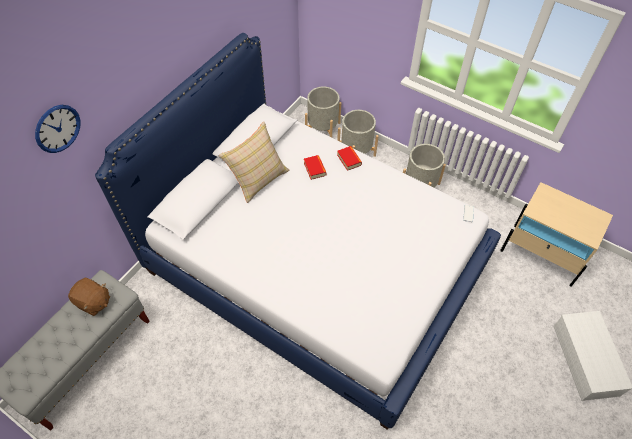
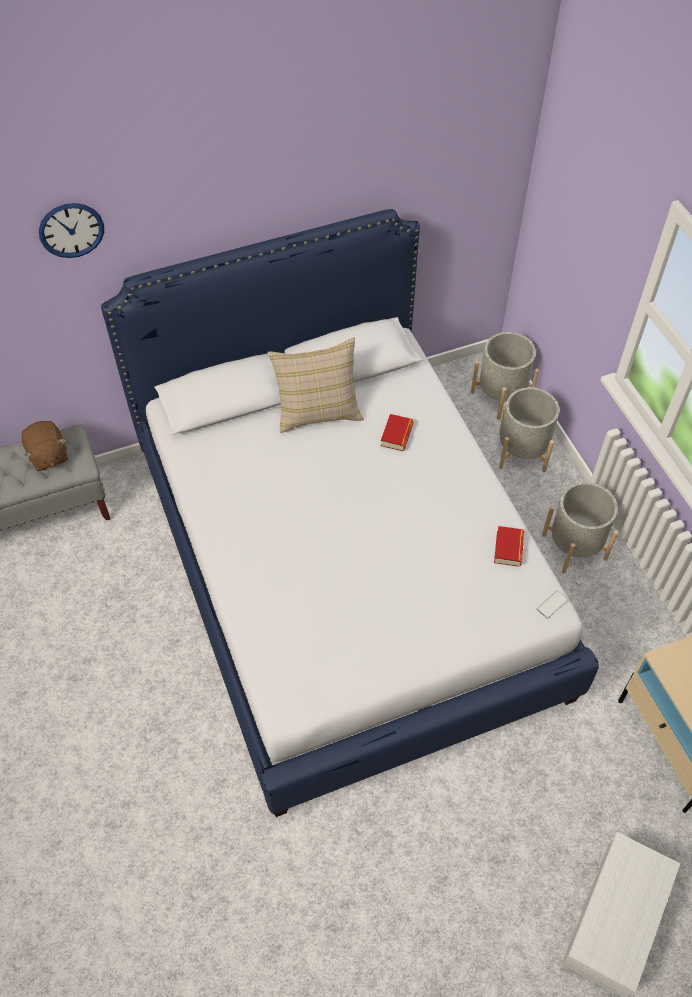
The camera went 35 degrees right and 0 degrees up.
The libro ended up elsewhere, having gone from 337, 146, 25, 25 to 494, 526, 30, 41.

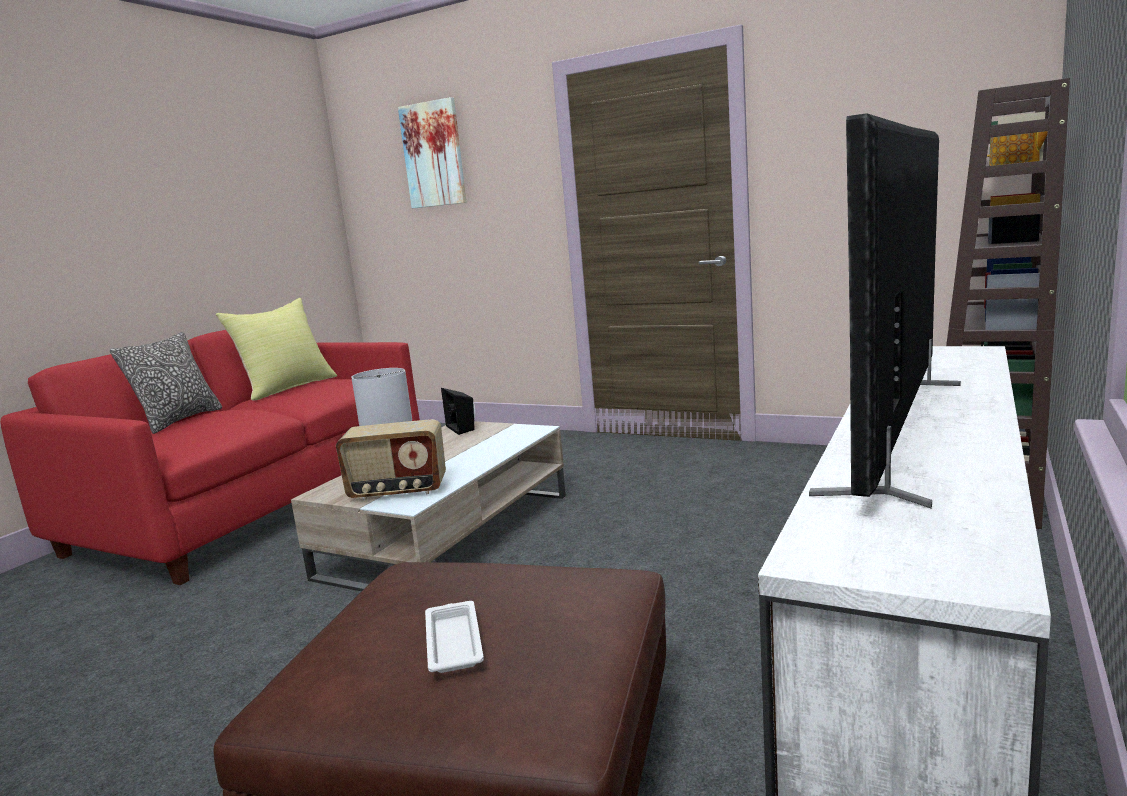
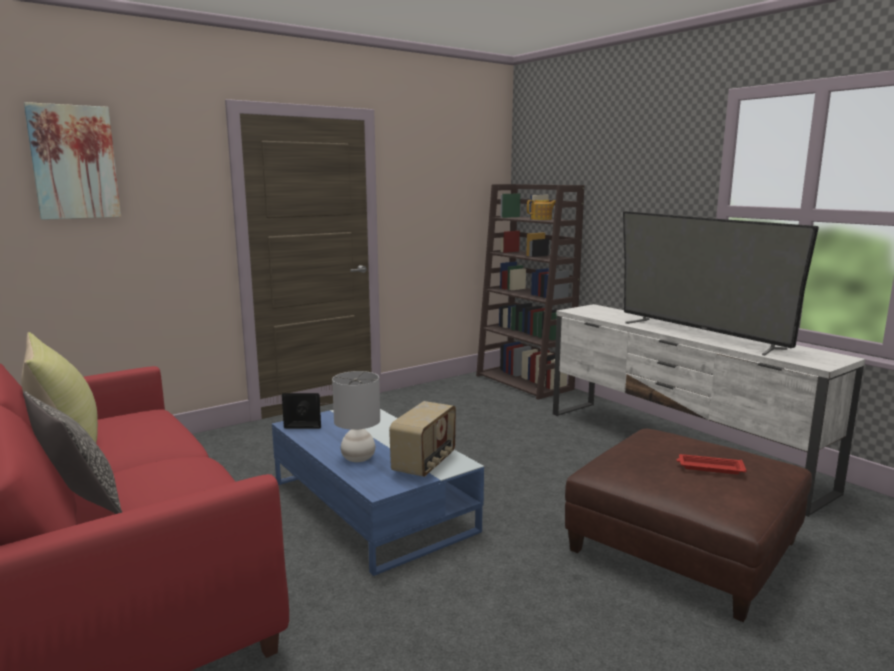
The camera went 65 degrees left and 0 degrees up.
What was the mesa de centro/beis at 291, 421, 275, 170 turned into the mesa de centro/azul at 272, 409, 212, 167.
What was the bandeja/blanco at 425, 601, 59, 72 turned into the bandeja/rojo at 676, 454, 71, 20.

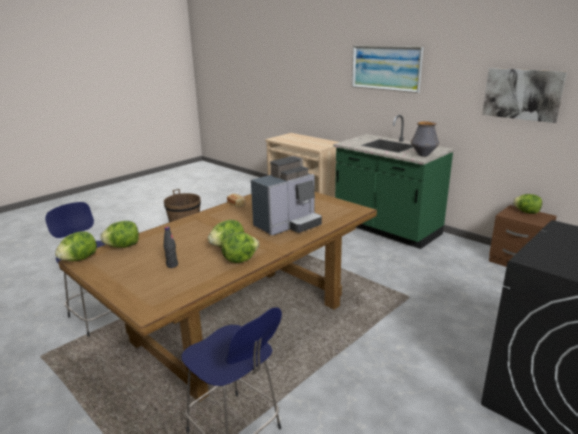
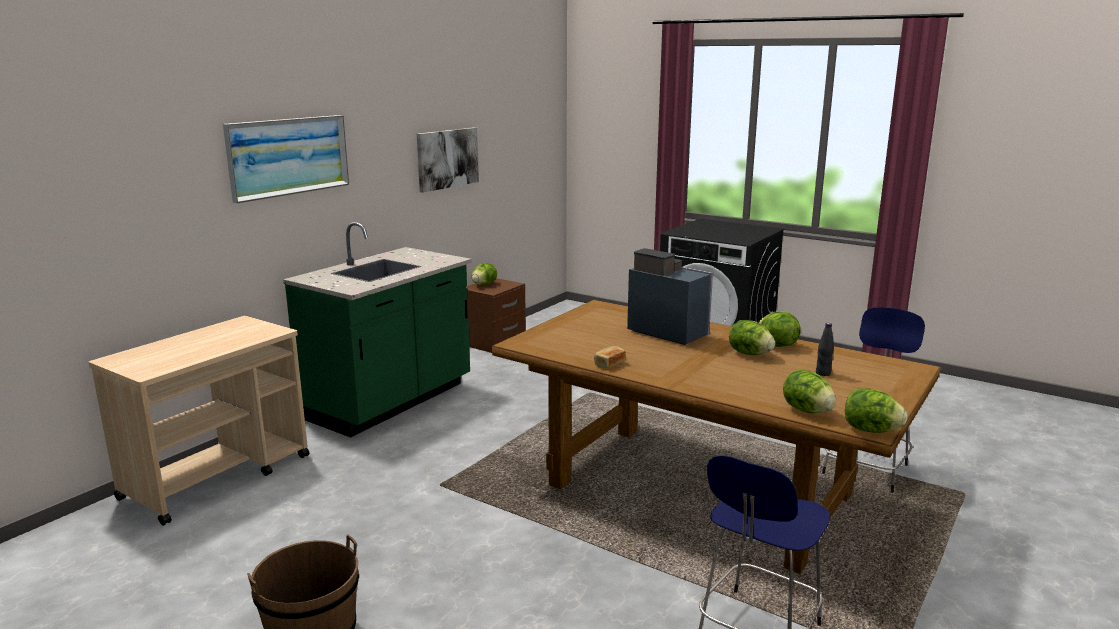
The camera went 100 degrees left and 5 degrees down.
The second view lost the florero at 411, 122, 28, 35.

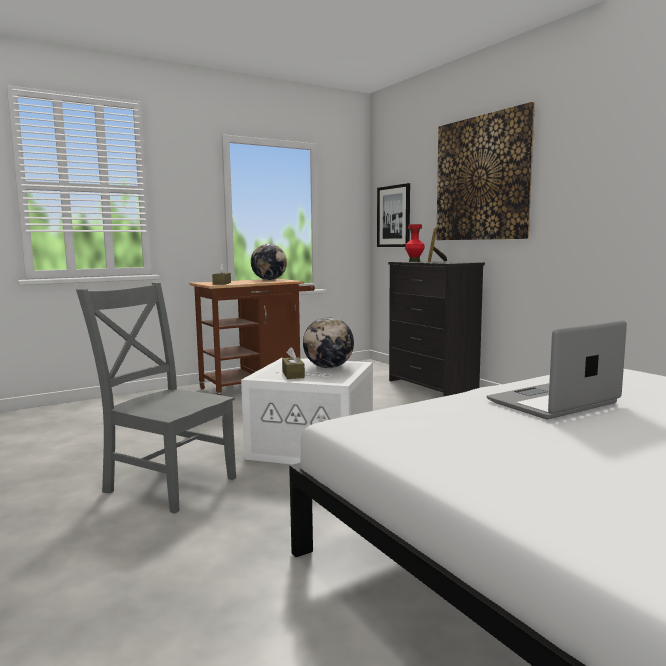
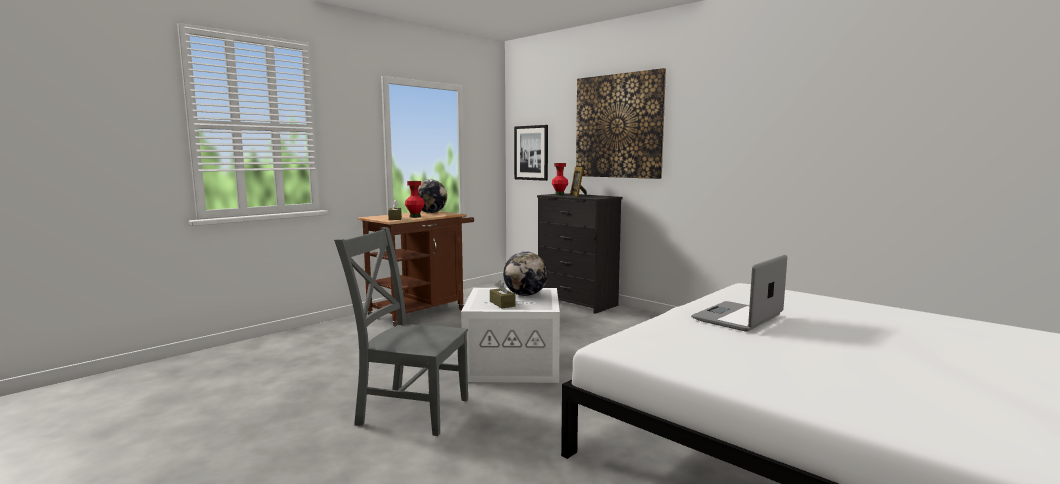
The camera went 15 degrees left and 0 degrees up.
The second view gained the florero/rojo at 405, 181, 20, 37.

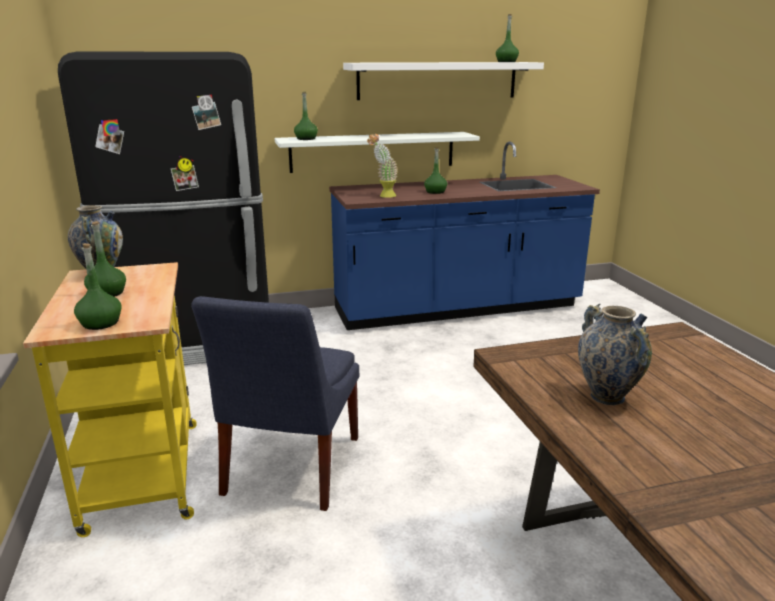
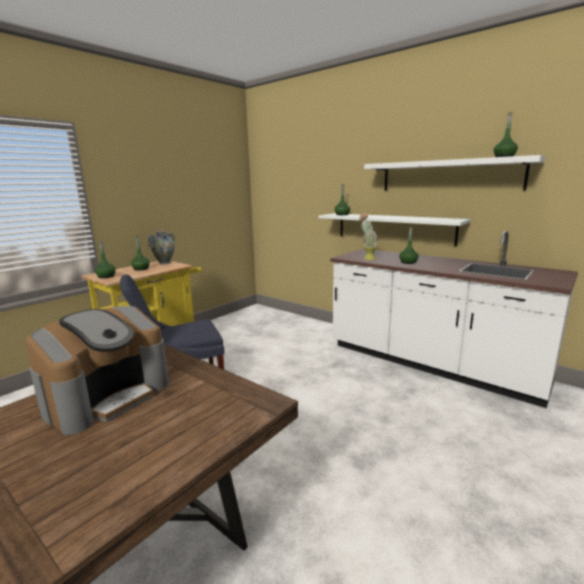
The camera went 55 degrees right and 5 degrees down.
The second view lost the nevera/negro at 58, 52, 211, 313.
What was the mueble bajo de cocina/azul at 329, 141, 271, 189 turned into the mueble bajo de cocina/blanco at 330, 231, 248, 177.
Where the florero stood at 578, 304, 74, 101, the cafetera came to stand at 25, 306, 144, 129.

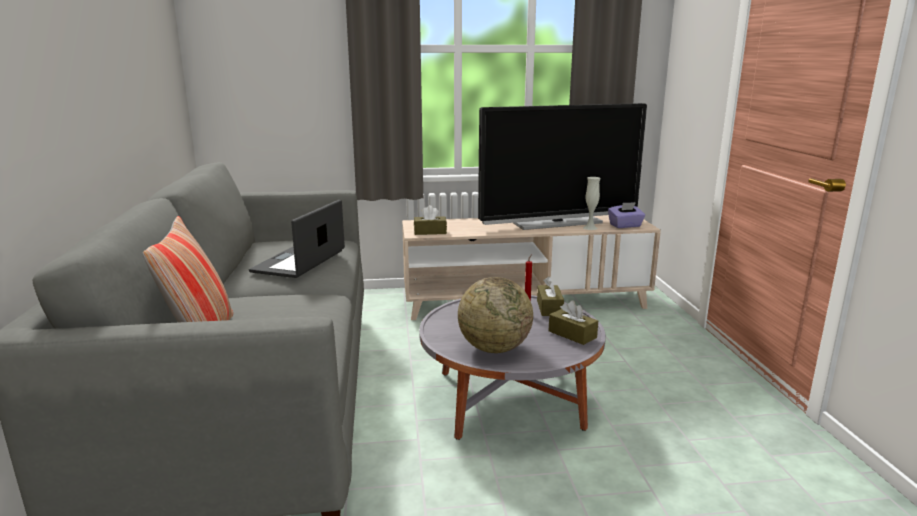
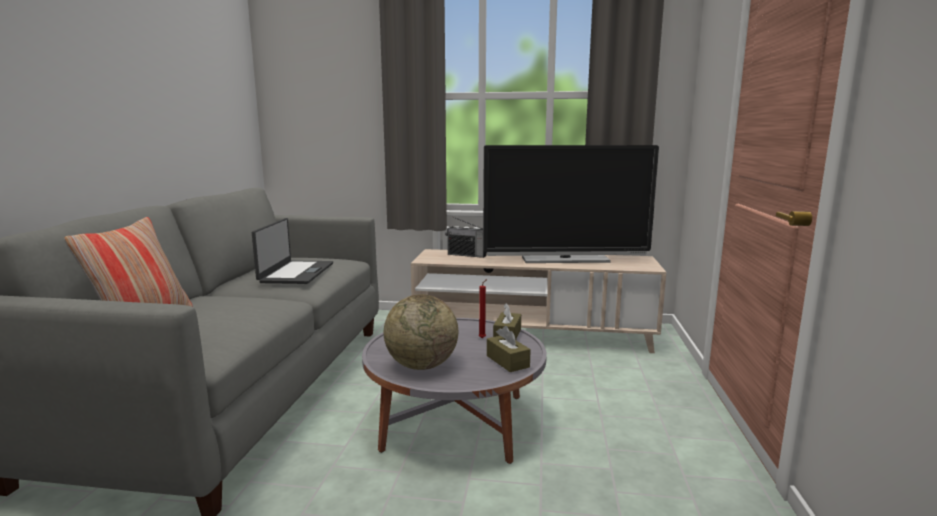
The camera went 15 degrees right and 5 degrees down.
The portátil at 249, 200, 96, 78 ended up facing another way, 150 degrees clockwise from before.
The second view lost the caja de pañuelos/marrón at 414, 205, 33, 30.
The second view lost the florero/blanco at 583, 177, 17, 53.
The second view lost the caja de pañuelos/morado at 608, 202, 37, 26.
The second view gained the radio at 445, 216, 42, 42.

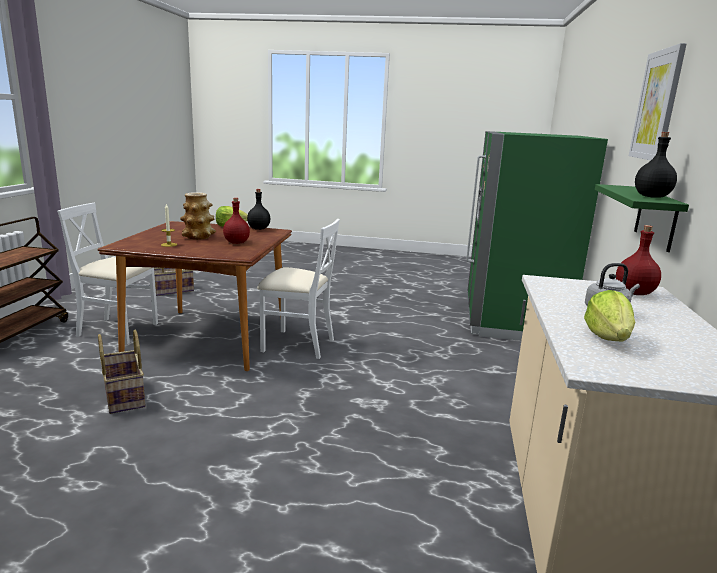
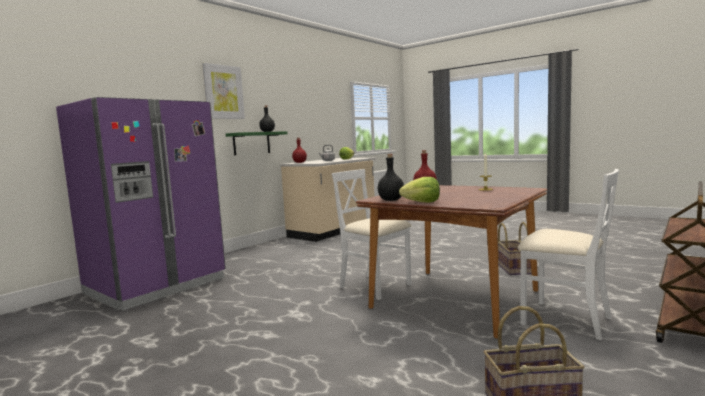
The camera went 150 degrees left and 10 degrees down.
The second view lost the florero at 180, 192, 36, 48.
What was the nevera/verde at 466, 131, 142, 210 turned into the nevera/morado at 56, 97, 170, 213.

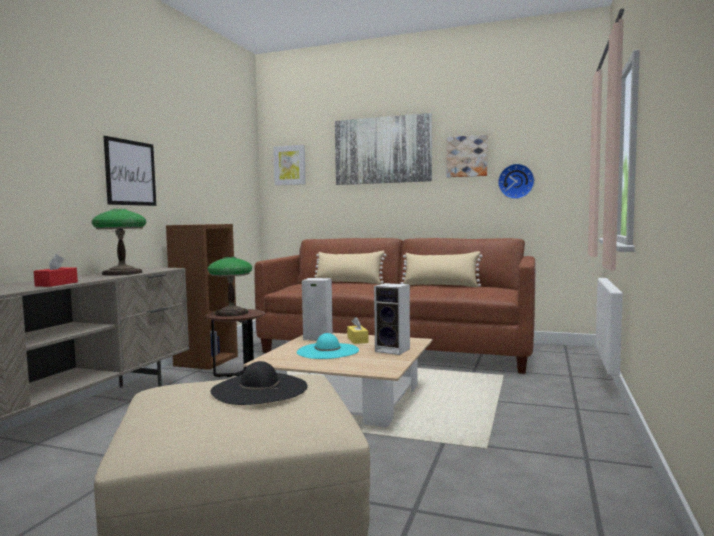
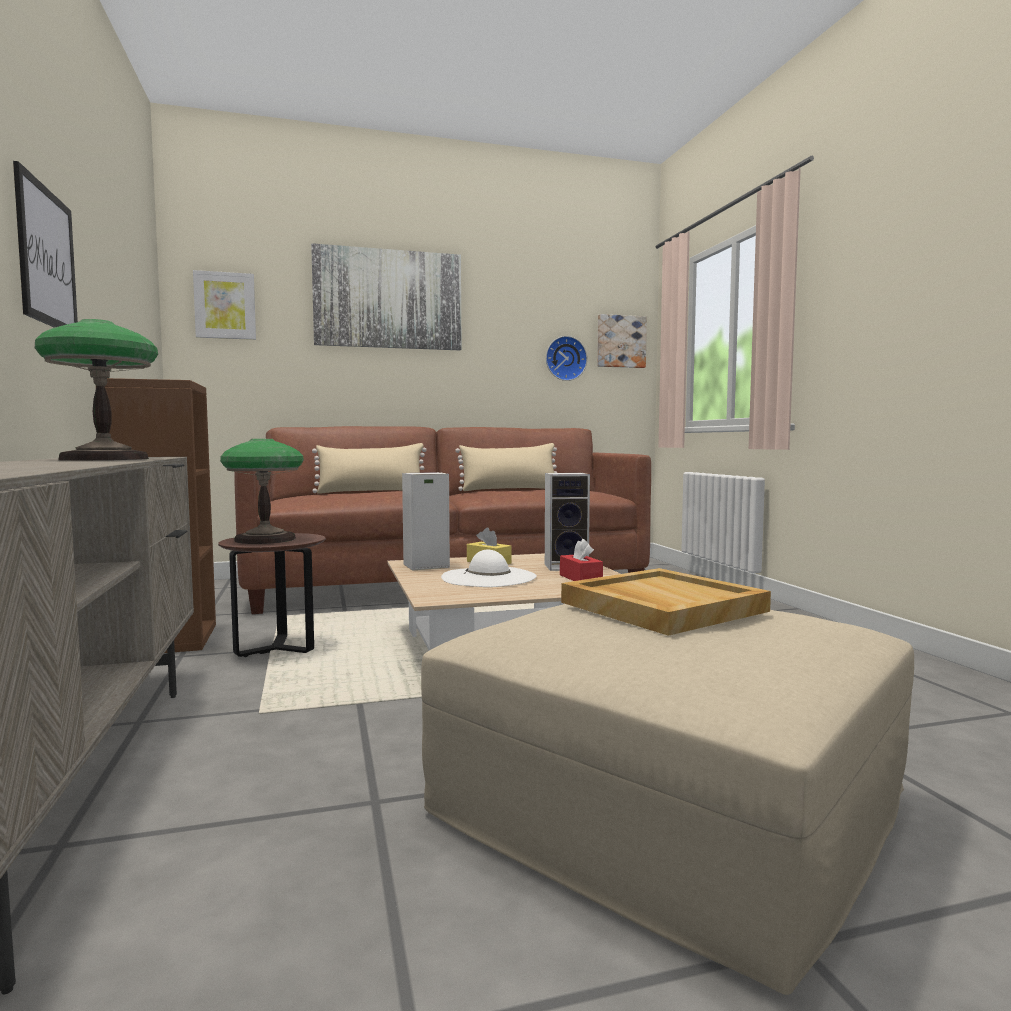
The camera went 35 degrees left and 0 degrees up.
The caja de pañuelos/rojo ended up elsewhere, having gone from 34, 254, 44, 33 to 560, 539, 43, 42.
Where the sombrero/negro stood at 211, 361, 97, 44, the bandeja/beis came to stand at 561, 568, 210, 68.
What was the sombrero/turquesa at 297, 333, 62, 26 turned into the sombrero/blanco at 441, 550, 96, 37.
The cuadro ended up elsewhere, having gone from 447, 134, 41, 43 to 597, 314, 50, 54.

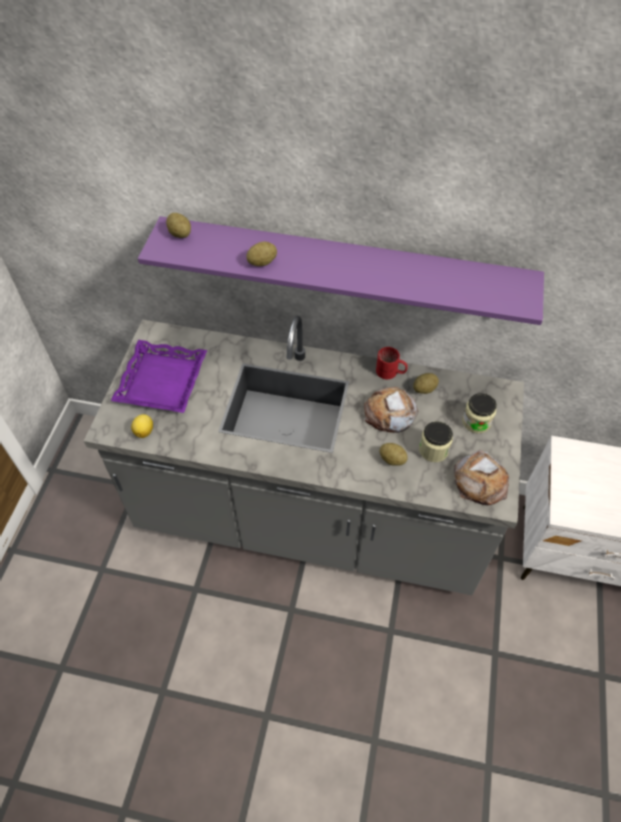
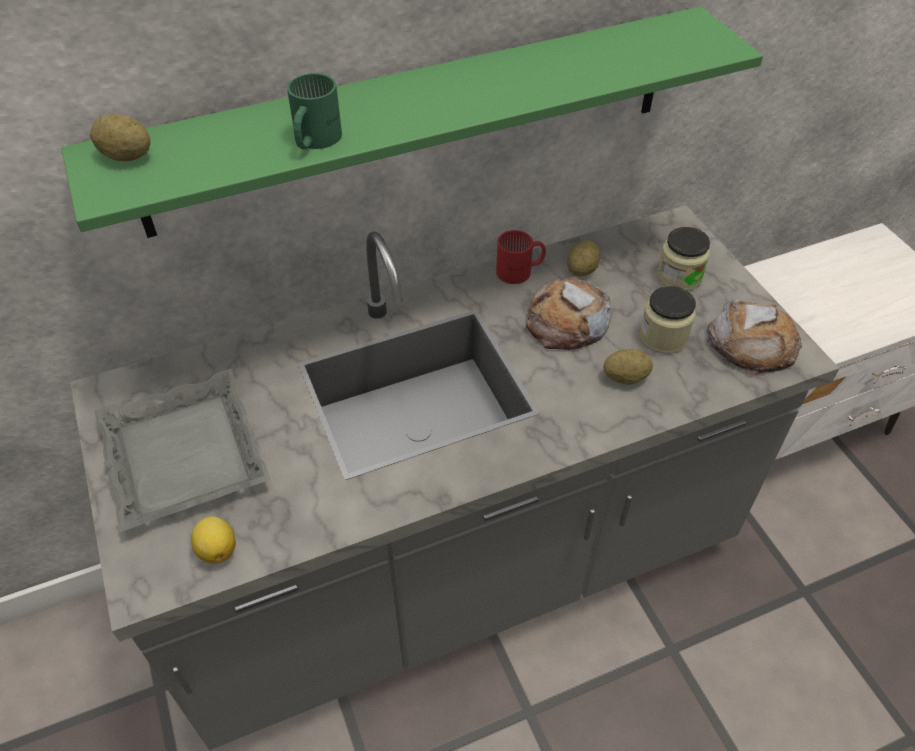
The camera went 35 degrees left and 5 degrees down.
What was the bandeja/morado at 111, 340, 96, 73 turned into the bandeja/gris at 94, 369, 177, 163.
What was the estante/morado at 138, 216, 406, 109 turned into the estante/verde at 61, 7, 702, 231.
Where the patata stood at 246, 242, 31, 24, the taza grande/verde came to stand at 287, 73, 55, 76.

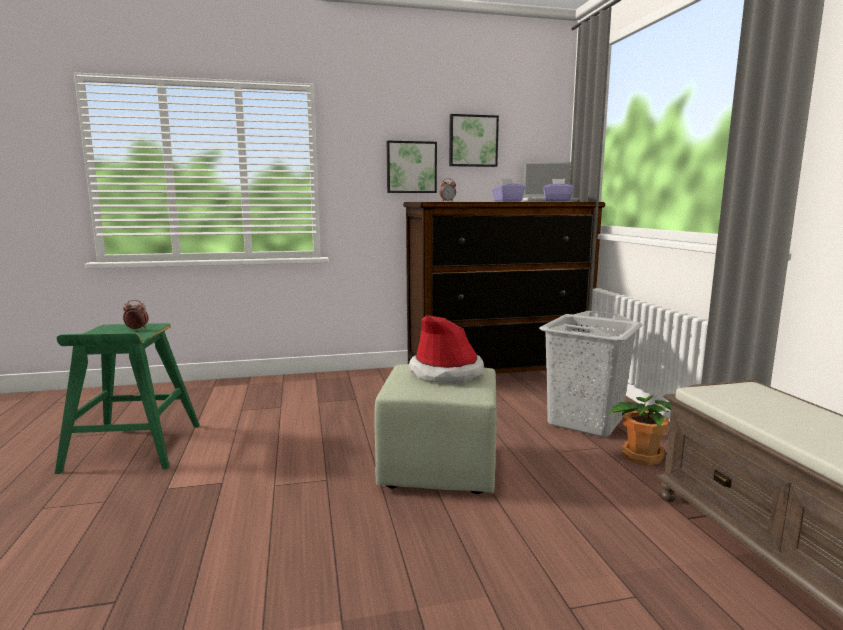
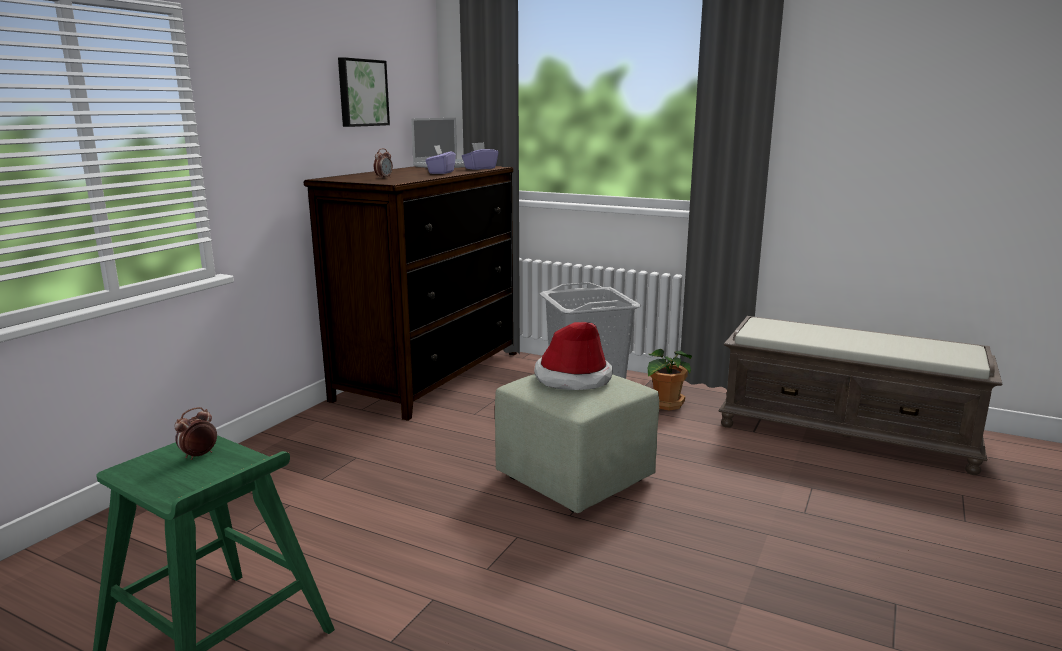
The camera went 50 degrees left and 5 degrees up.
The second view lost the cuadro at 387, 141, 50, 52.

